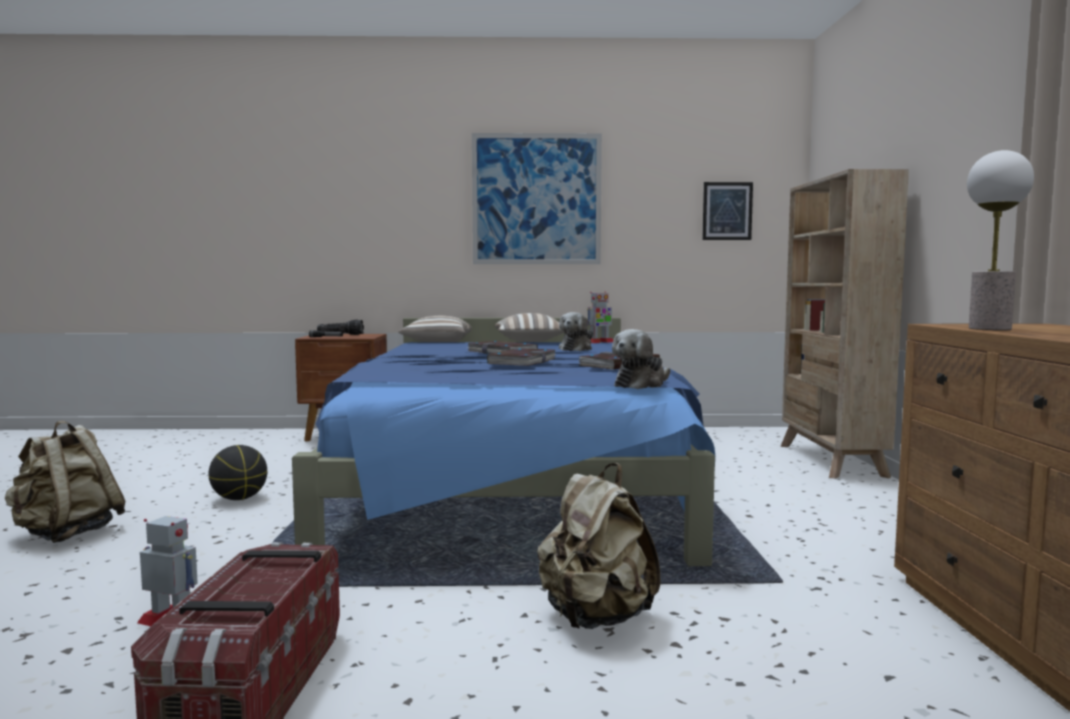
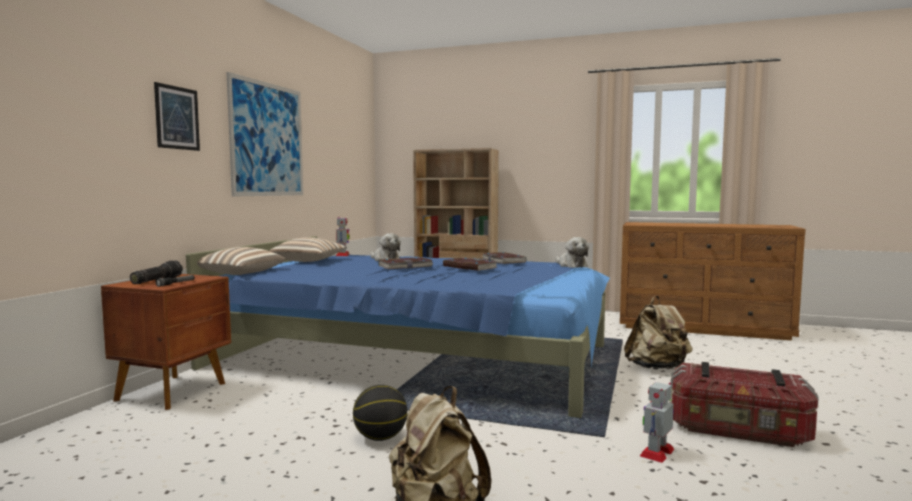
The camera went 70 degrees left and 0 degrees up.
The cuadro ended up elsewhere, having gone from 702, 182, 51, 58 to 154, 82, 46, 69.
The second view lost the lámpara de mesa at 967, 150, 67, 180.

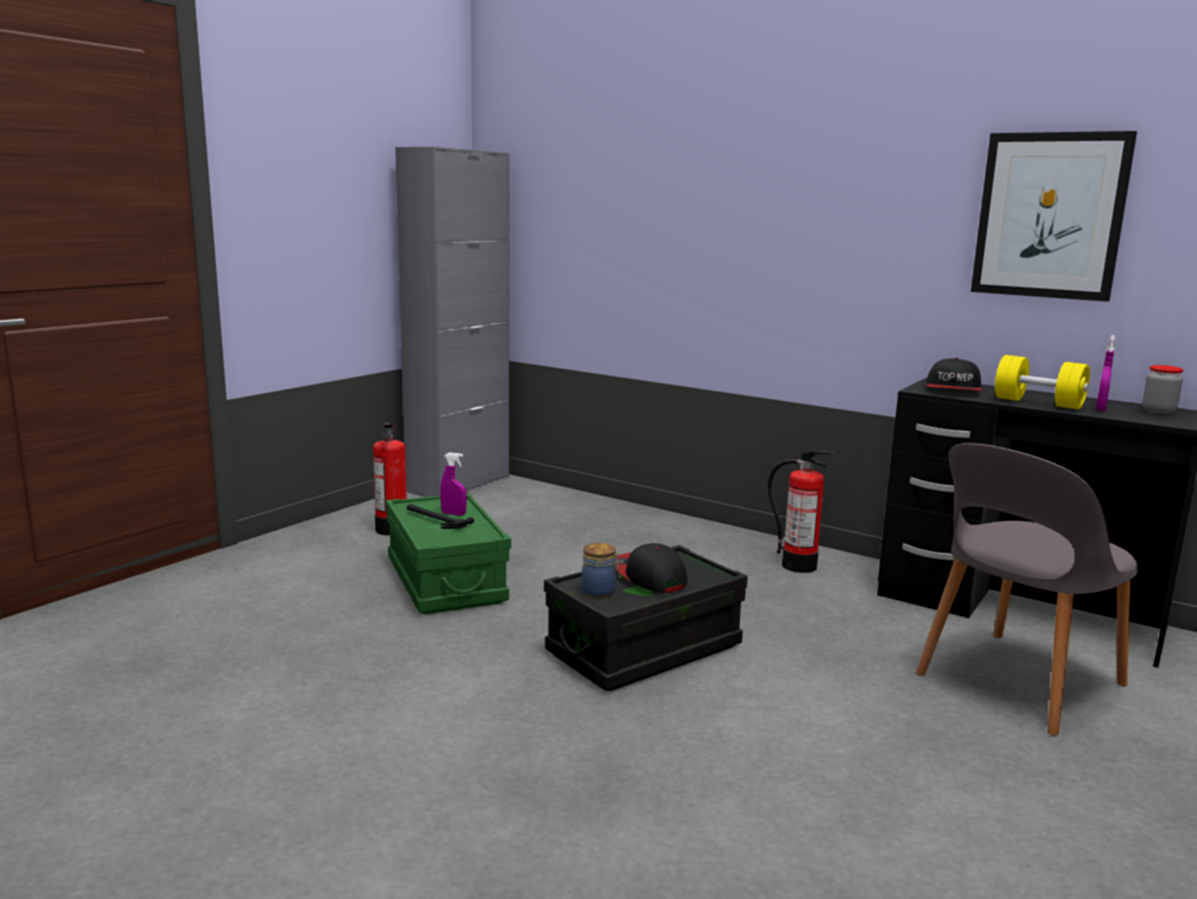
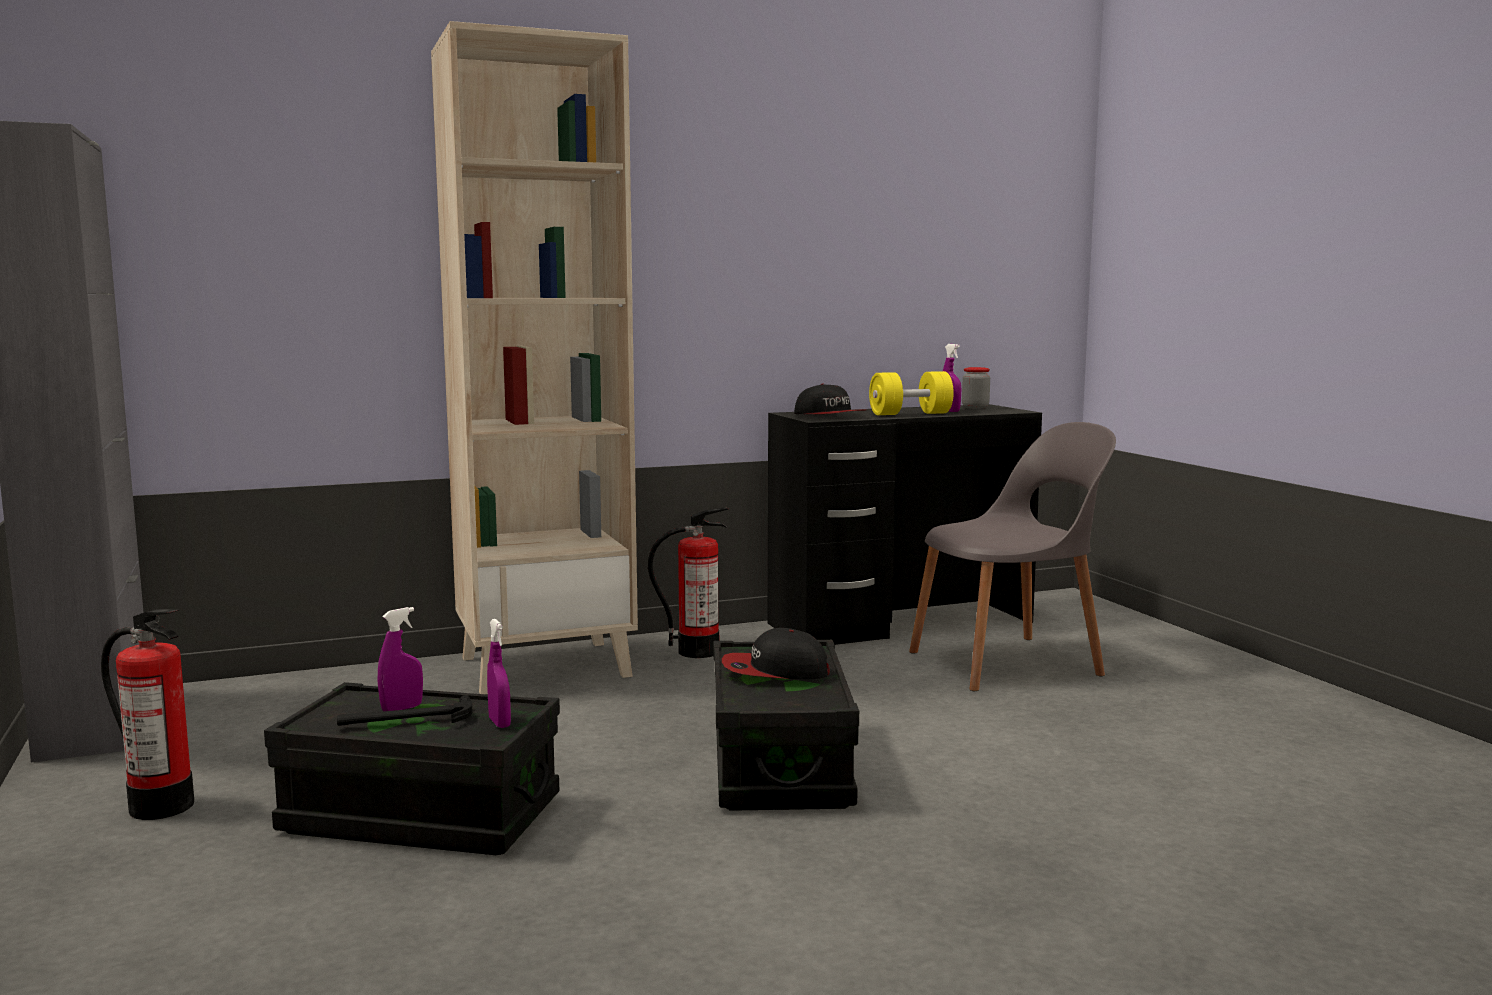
The camera went 55 degrees left and 5 degrees down.
What was the caja de almacenaje/verde at 386, 492, 125, 122 turned into the caja de almacenaje/negro at 264, 682, 296, 173.
The second view lost the tarro at 581, 543, 40, 55.
The silla/gris at 916, 443, 222, 293 ended up facing another way, 105 degrees counterclockwise from before.
The second view lost the cuadro at 971, 131, 166, 171.
The second view gained the estantería/beis at 431, 21, 207, 673.
The second view gained the pulverizador/morado at 487, 619, 24, 109.

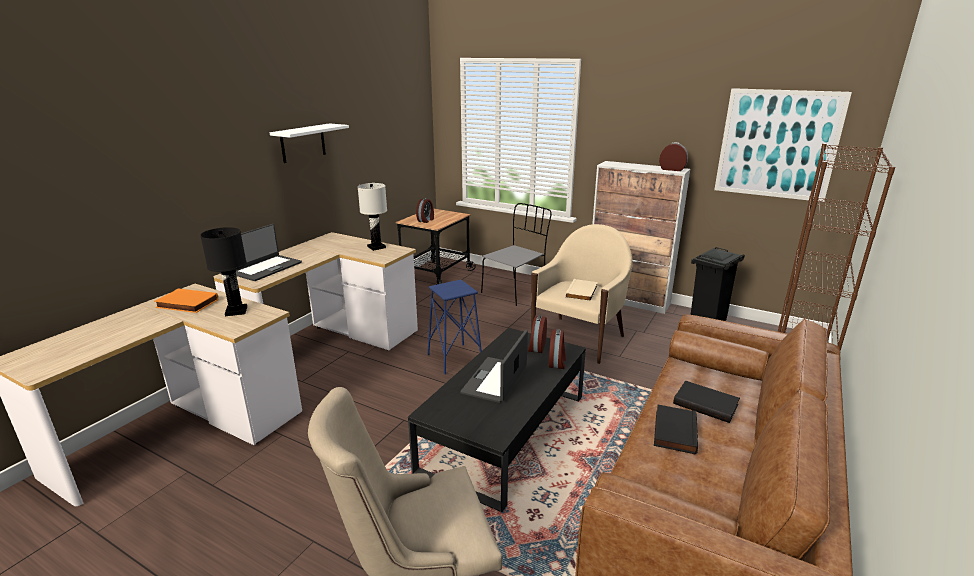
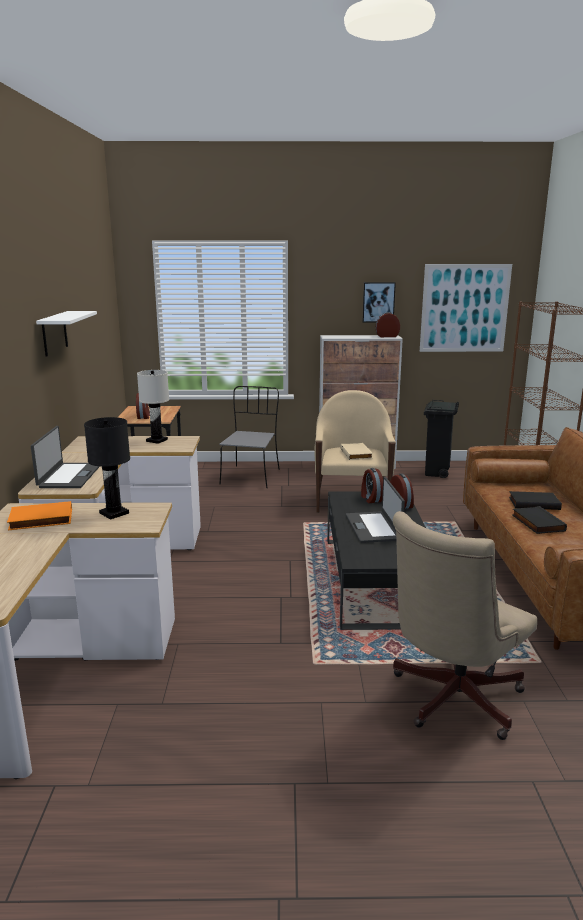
The camera went 30 degrees left and 5 degrees down.
The second view lost the taburete/azul at 427, 279, 55, 95.
The second view gained the cuadro at 362, 282, 34, 41.

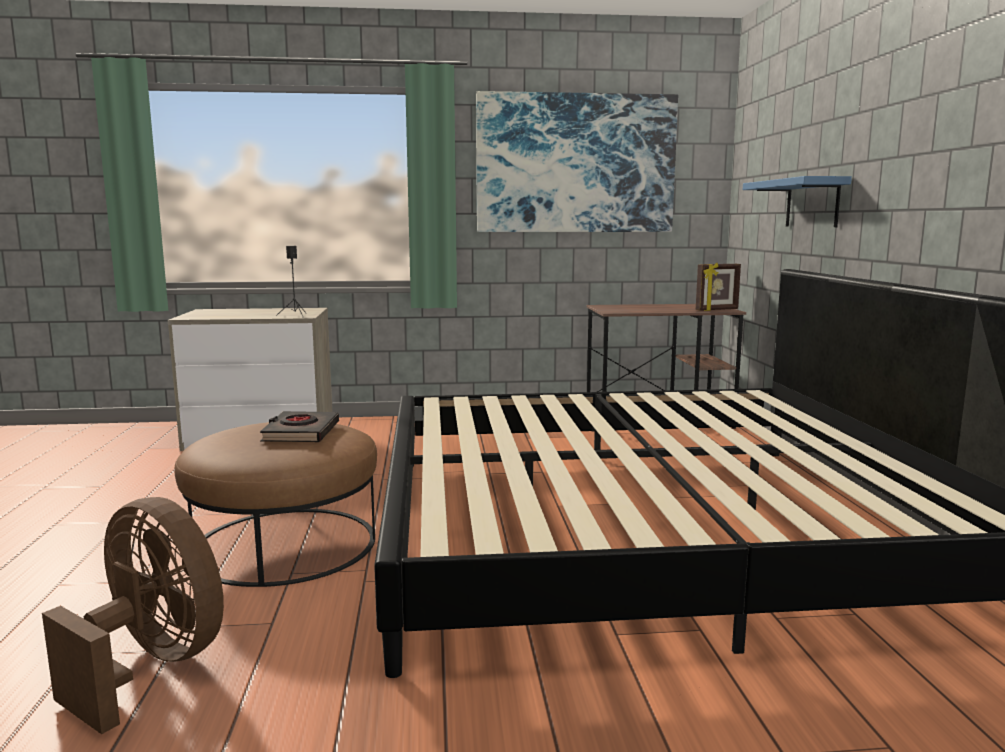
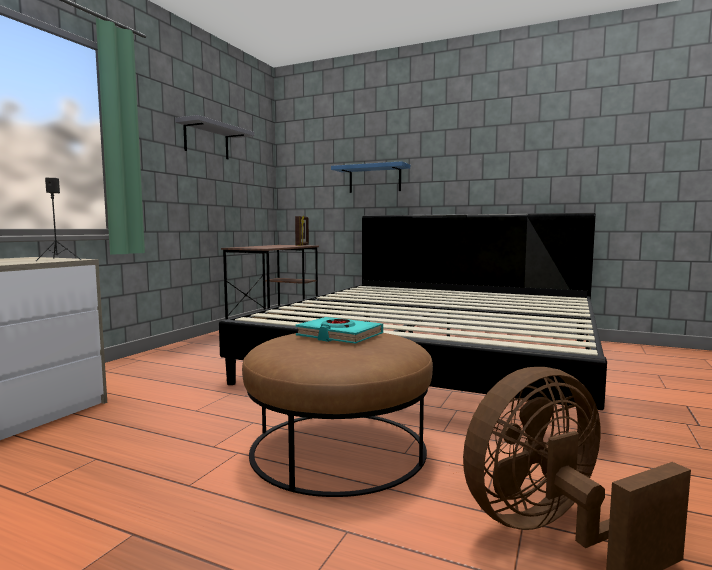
The camera went 60 degrees left and 5 degrees down.
What was the libro/negro at 260, 411, 79, 31 turned into the libro/turquesa at 296, 317, 87, 27.
Where the cuadro hung at 476, 91, 202, 141, the estante/gris came to hang at 175, 115, 79, 44.

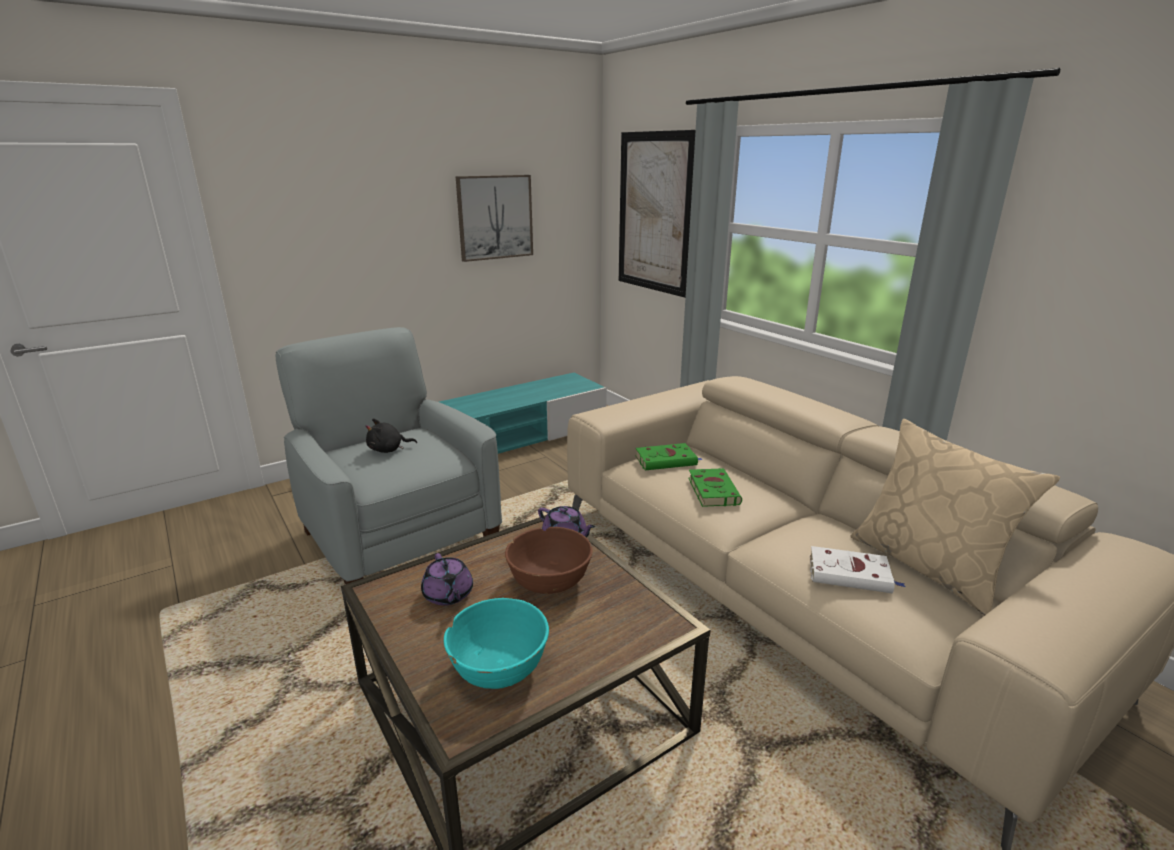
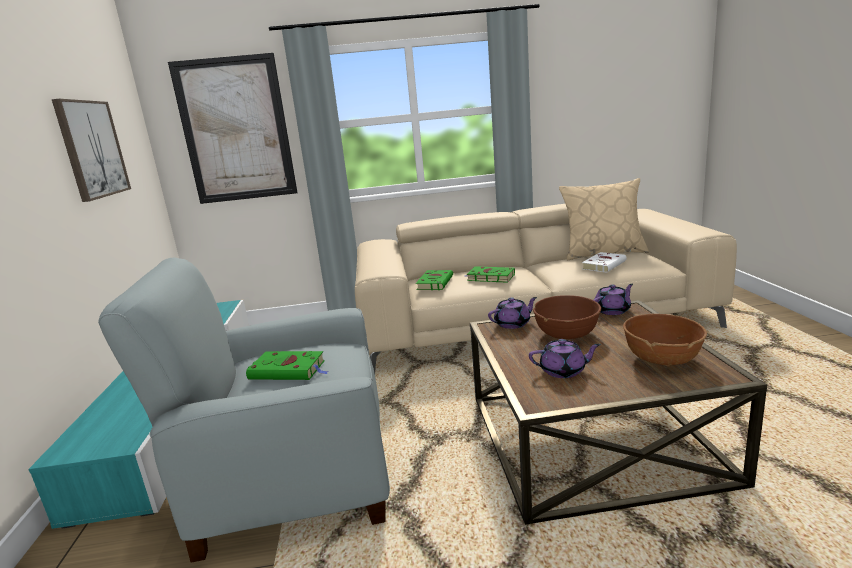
The camera went 60 degrees left and 5 degrees down.
Where the peluche/negro stood at 365, 419, 52, 34, the libro/verde came to stand at 246, 351, 83, 29.
What was the cuenco/turquesa at 444, 598, 105, 91 turned into the cuenco/marrón at 623, 314, 84, 52.
The second view gained the tetera/morado at 594, 284, 39, 31.

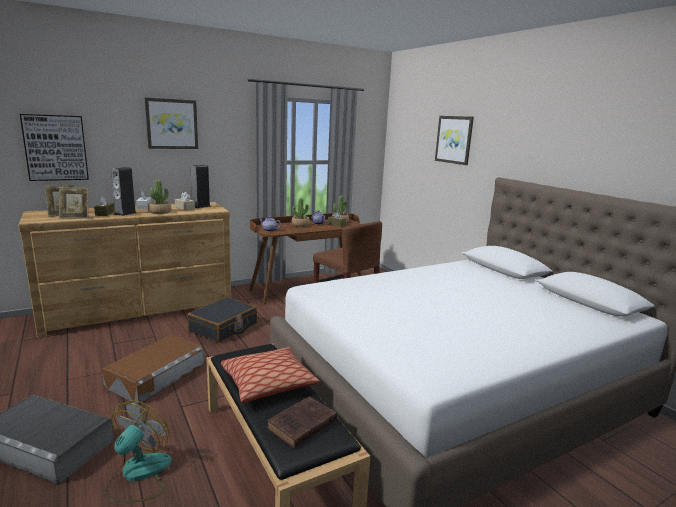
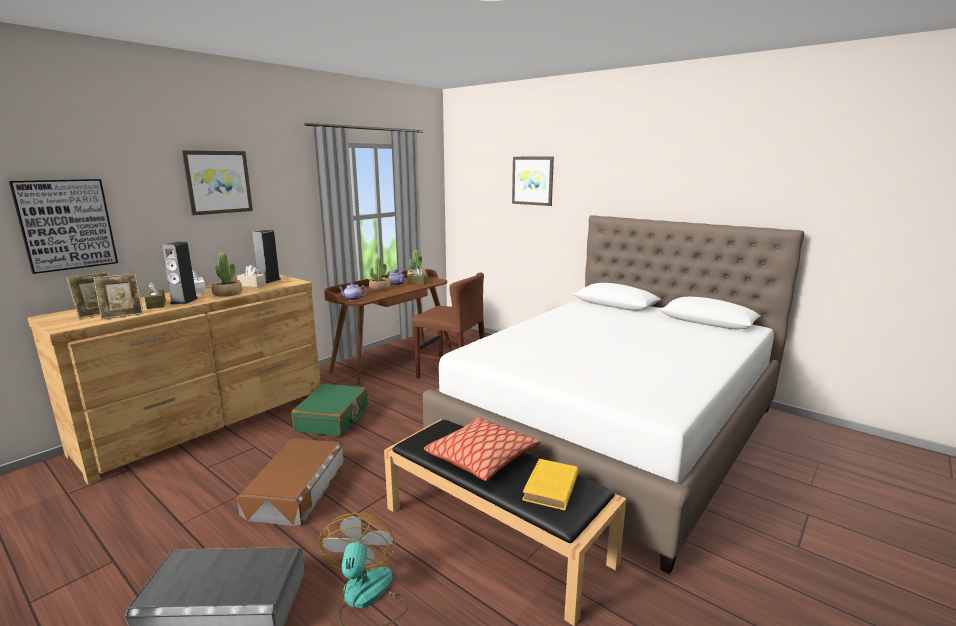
The camera went 20 degrees left and 0 degrees up.
What was the maleta/negro at 187, 297, 70, 46 turned into the maleta/verde at 292, 384, 76, 53.
What was the libro/marrón at 267, 396, 70, 52 turned into the libro/amarillo at 522, 459, 57, 51.

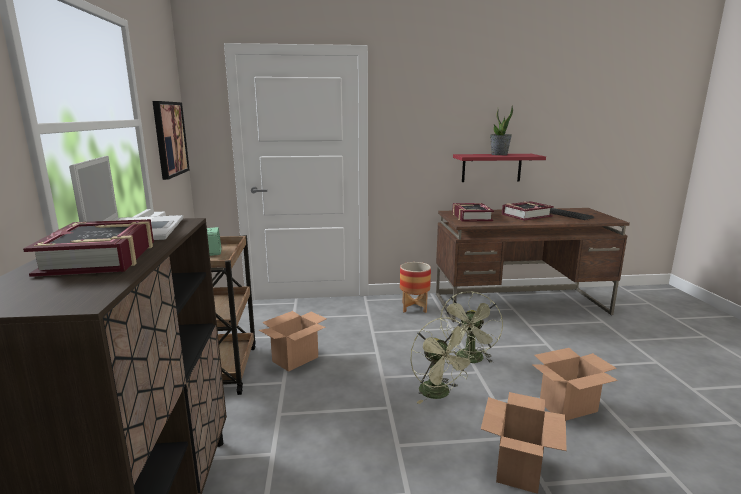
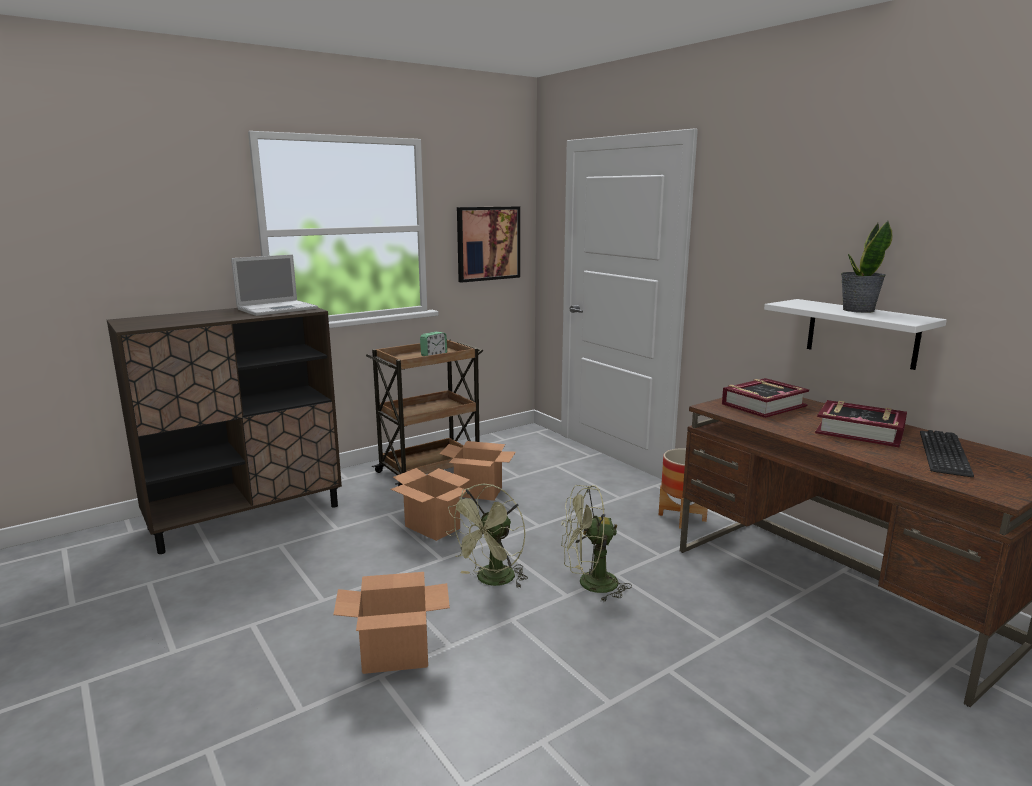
The camera went 60 degrees right and 0 degrees up.
The second view lost the libro at 23, 219, 131, 58.
What was the estante/rojo at 453, 154, 93, 28 turned into the estante/blanco at 764, 299, 183, 71.
The caja de cartón ended up elsewhere, having gone from 532, 348, 86, 72 to 391, 468, 79, 73.

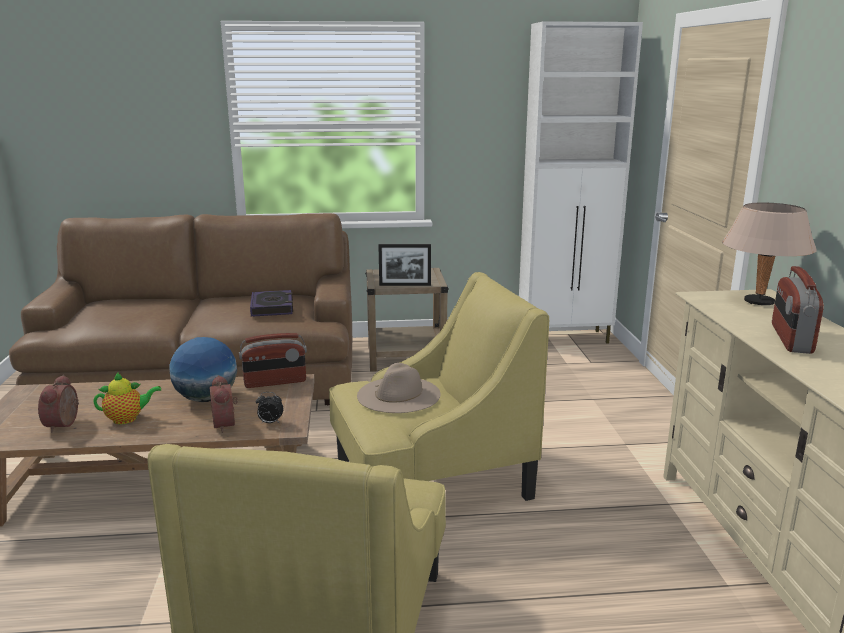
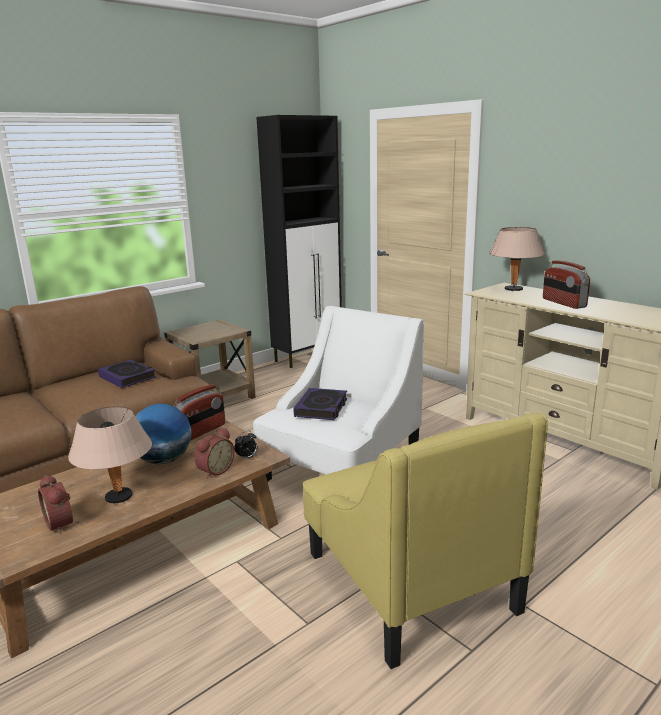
The camera went 35 degrees left and 0 degrees up.
Where the tetera stood at 93, 372, 68, 52, the lámpara de mesa/beis came to stand at 68, 406, 84, 97.
The despertador at 209, 375, 29, 58 ended up facing another way, 90 degrees counterclockwise from before.
What was the sillón/amarillo at 329, 272, 220, 229 turned into the sillón/blanco at 253, 306, 171, 176.
Where the sombrero/beis stood at 357, 363, 83, 50, the libro came to stand at 294, 388, 53, 32.
The second view lost the portarretratos at 378, 244, 53, 42.
What was the armario/blanco at 519, 21, 124, 322 turned into the armario/negro at 256, 115, 86, 253.

